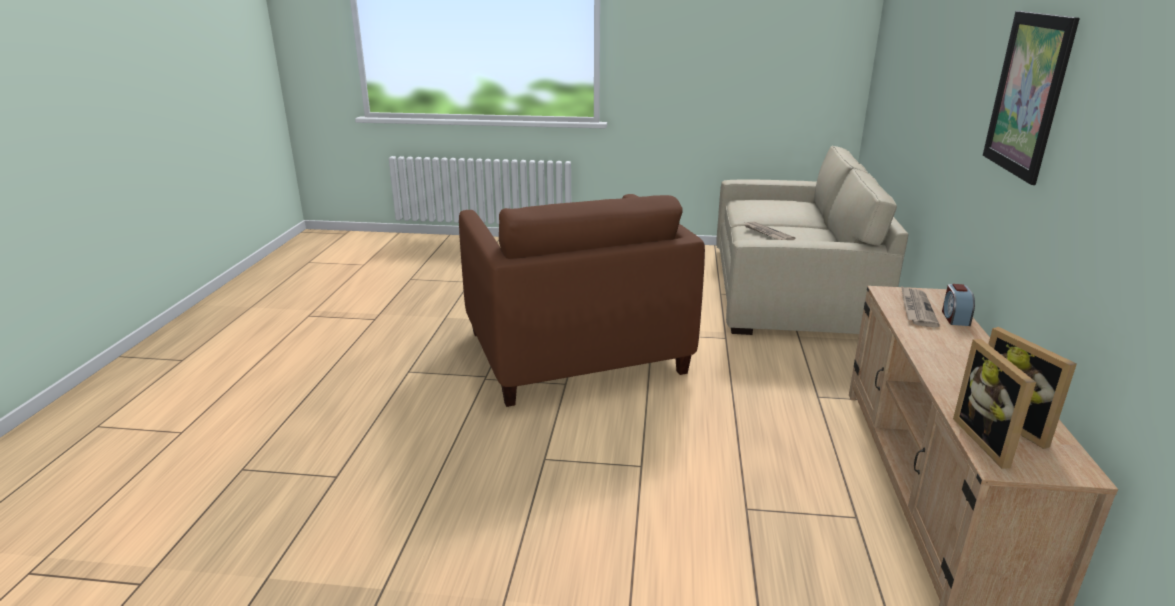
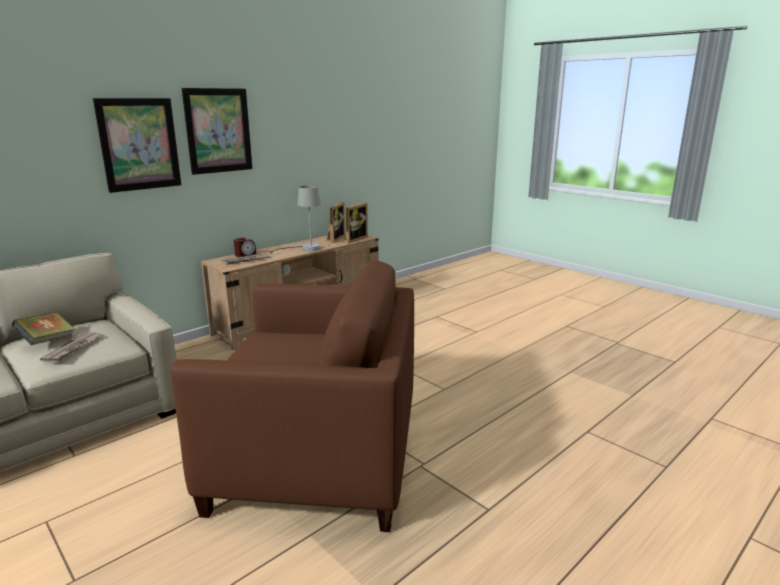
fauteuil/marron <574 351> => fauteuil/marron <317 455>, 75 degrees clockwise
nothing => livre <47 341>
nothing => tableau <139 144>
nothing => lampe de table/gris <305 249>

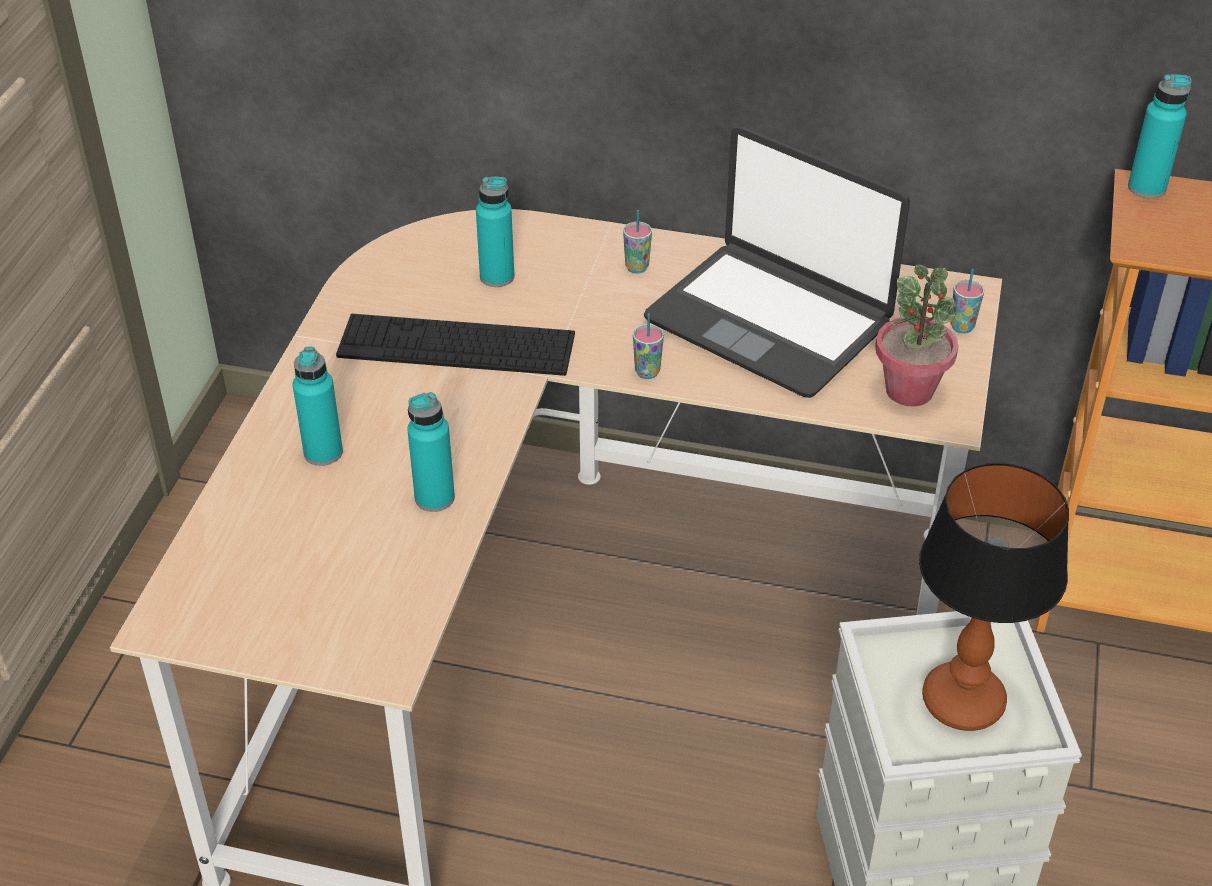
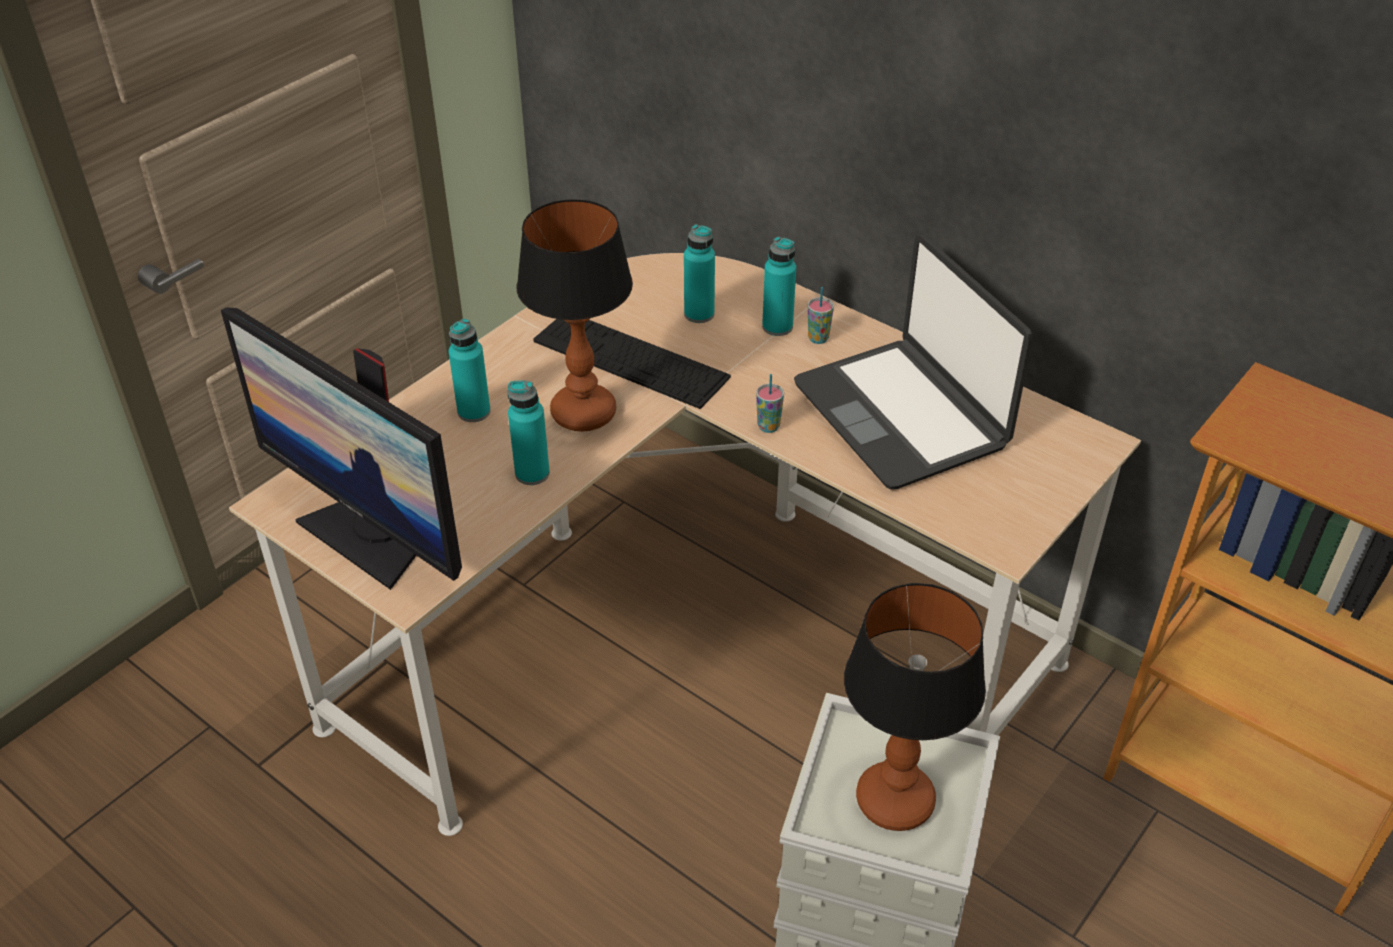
plante en pot <909 390> => nothing
tasse <962 327> => nothing
bouteille/turquoise <1146 188> => bouteille/turquoise <777 327>, relocated
nothing => écran d'ordinateur <370 535>
nothing => lampe de table <585 414>

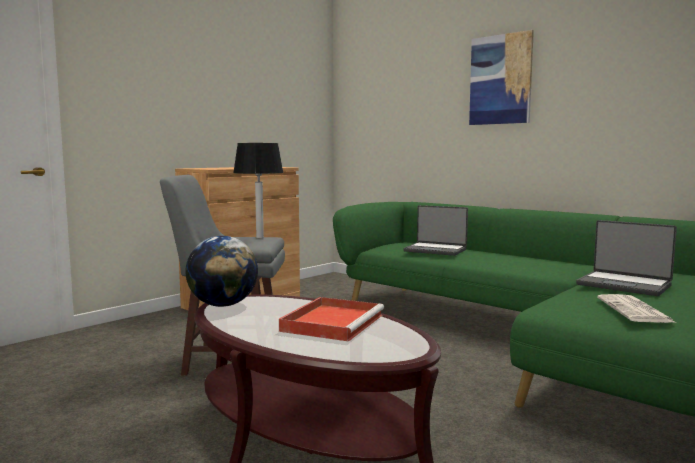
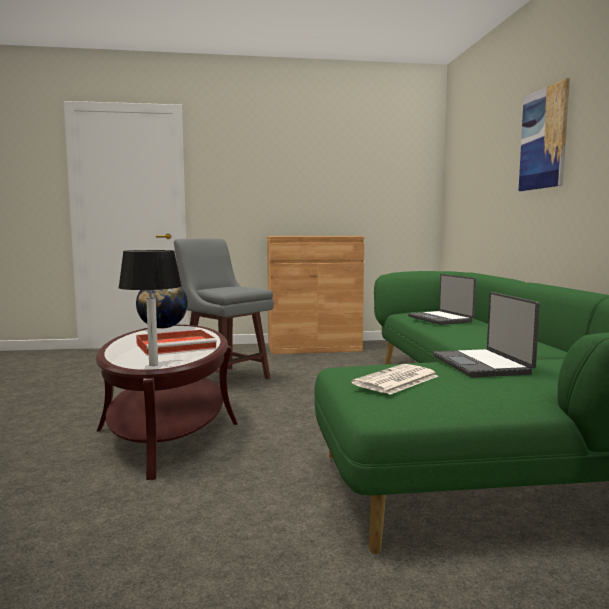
lampe de table <259 237> => lampe de table <153 365>, relocated

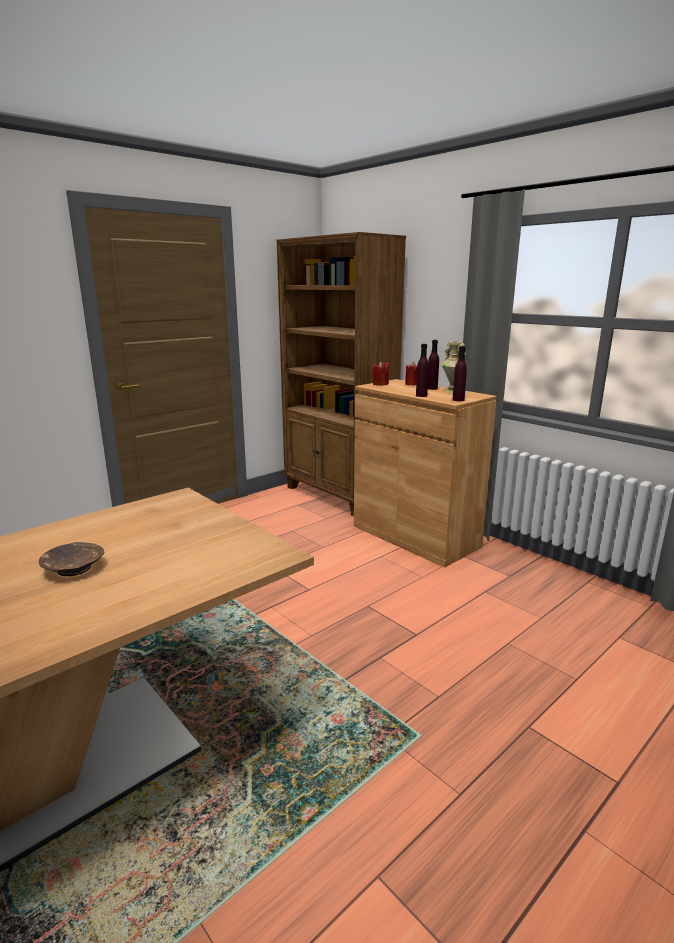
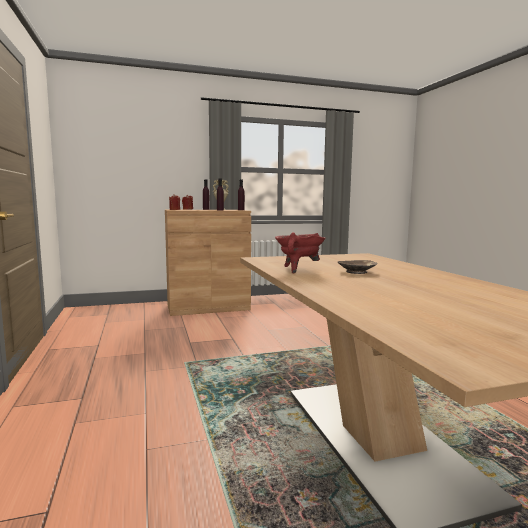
bibliothèque/marron <338 495> => nothing
nothing => marmite/rouge <298 269>

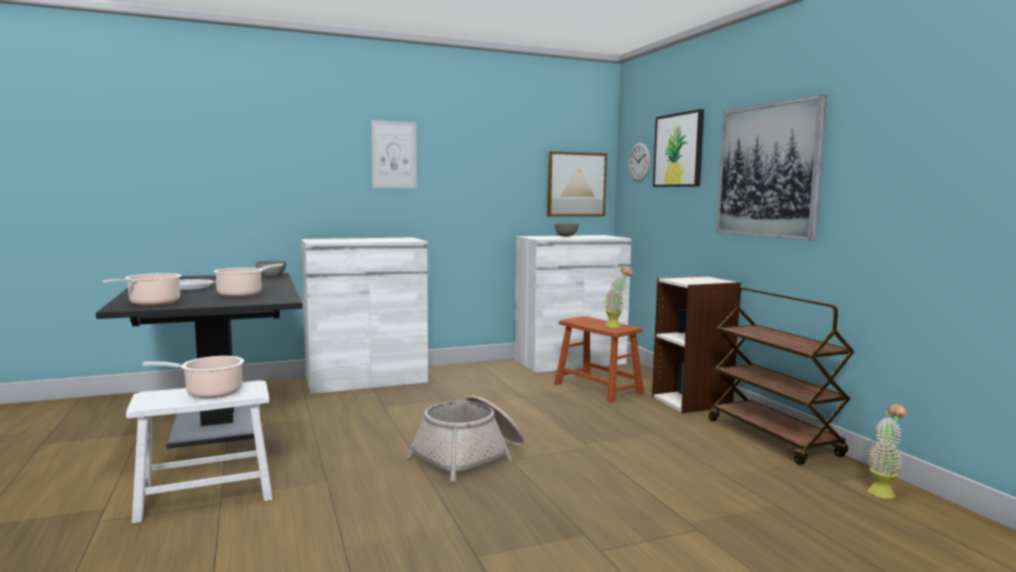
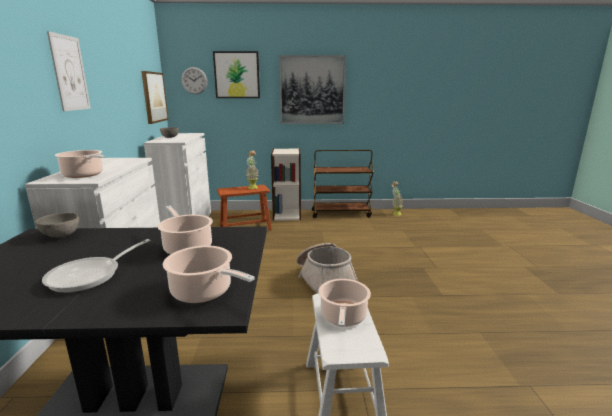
nothing => marmite <84 175>

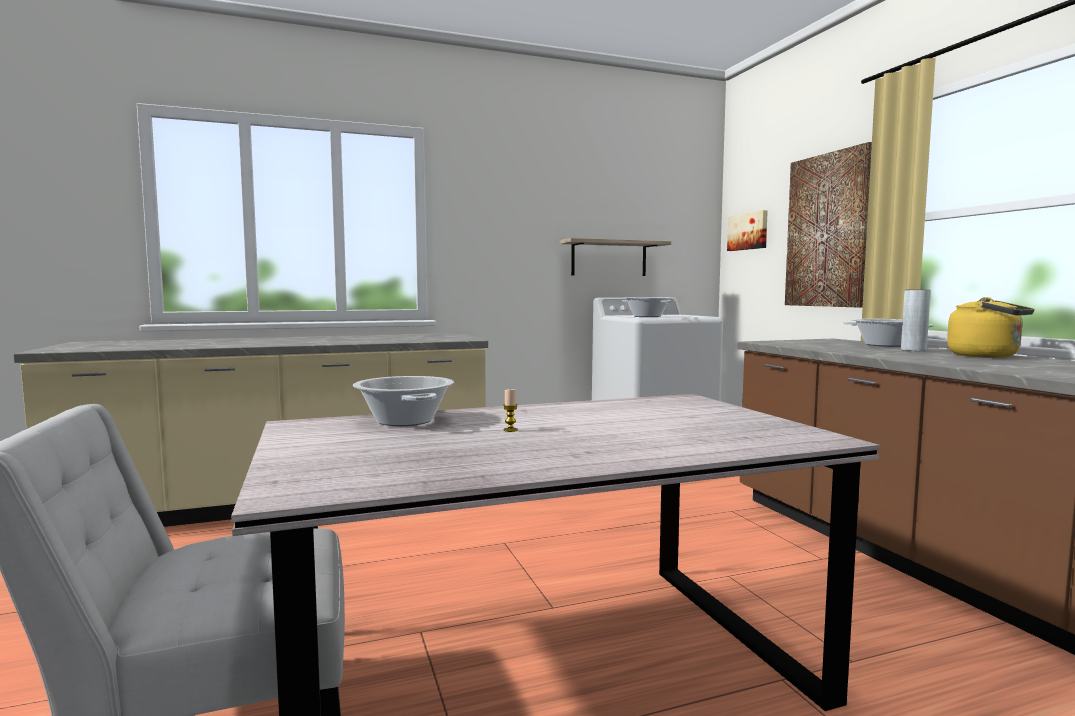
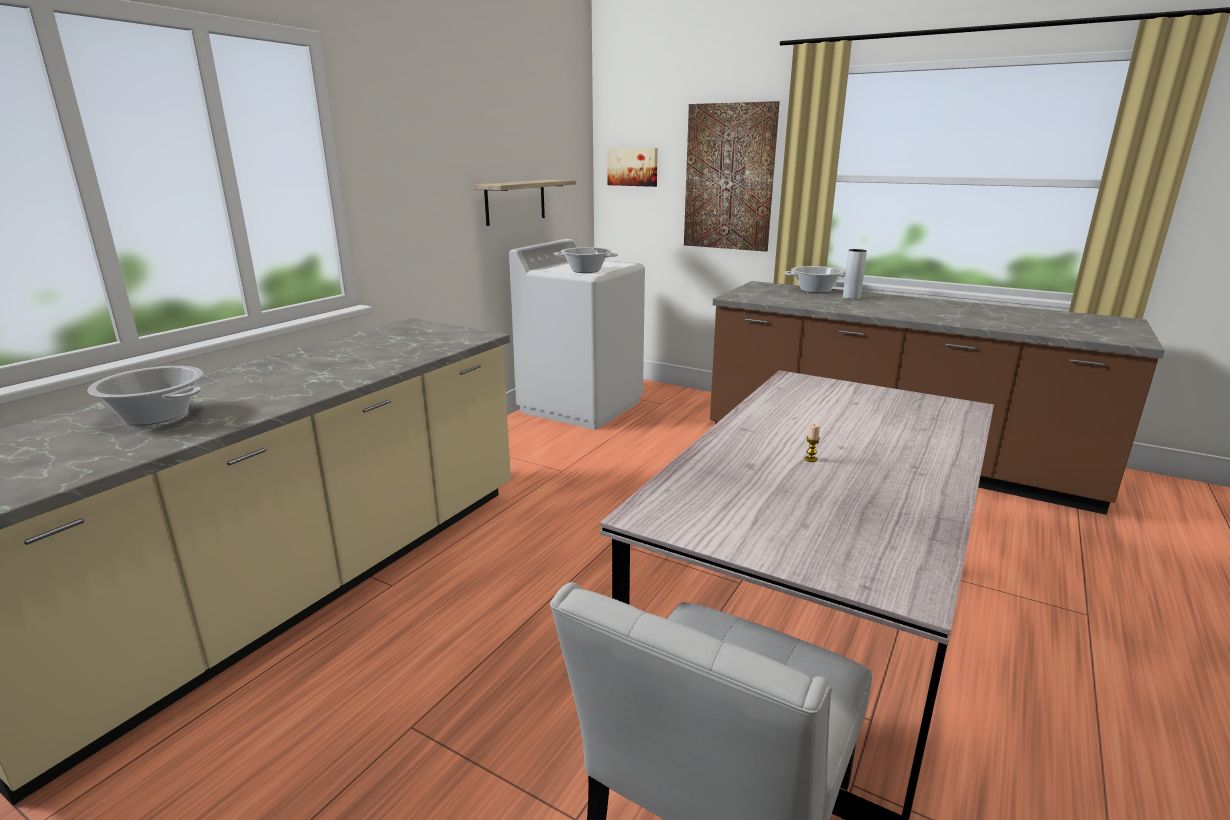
marmite <405 421> => marmite <157 416>, relocated
bouilloire/jaune <987 356> => nothing

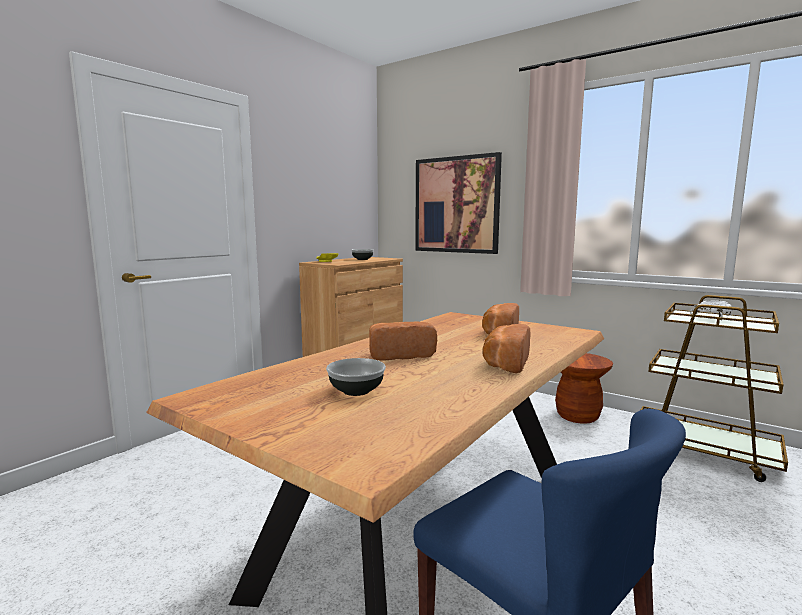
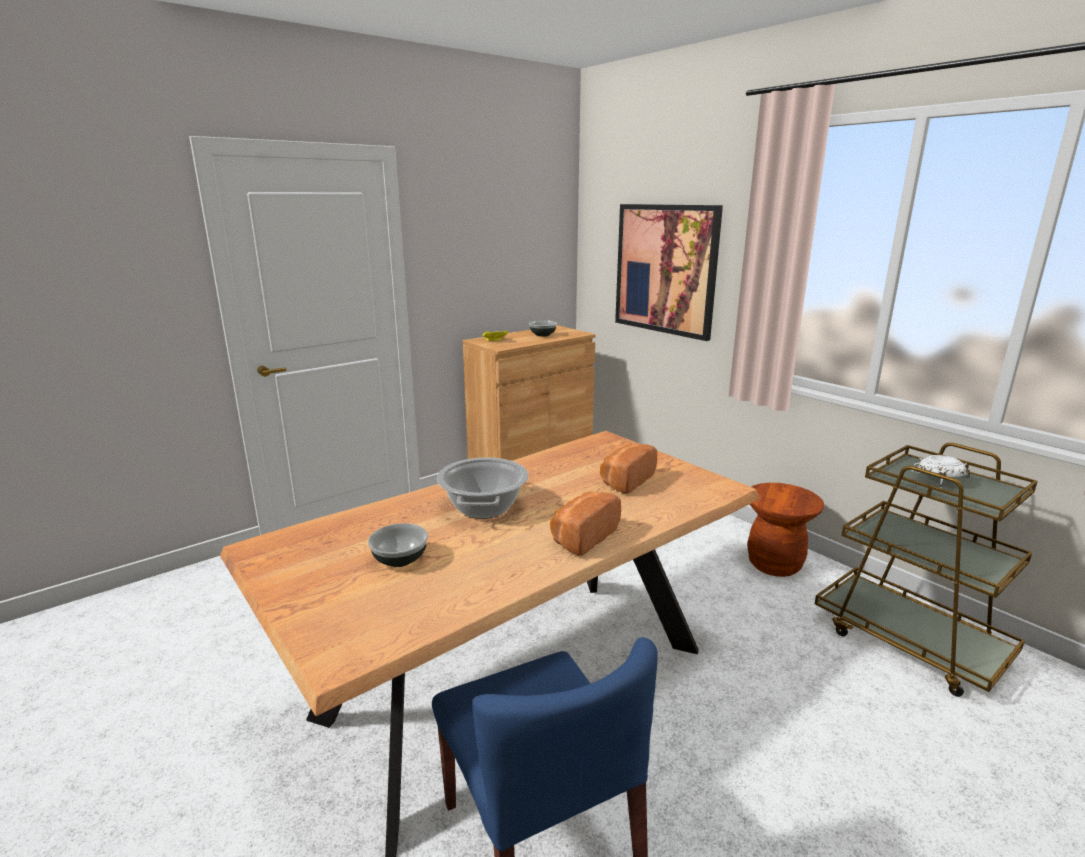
pain <400 355> => marmite <484 507>

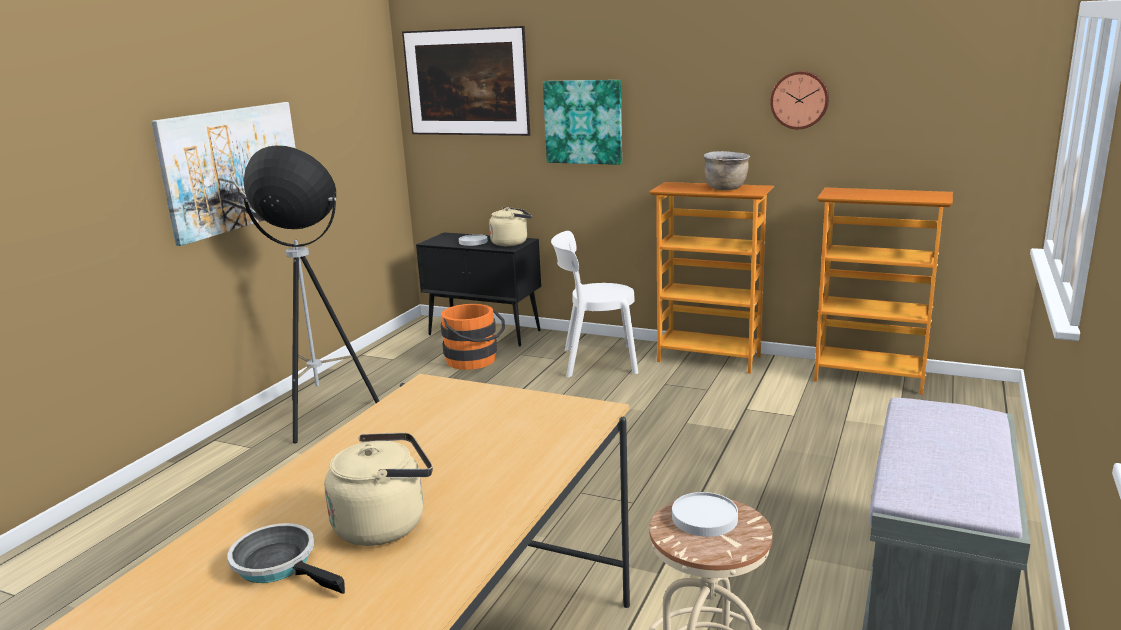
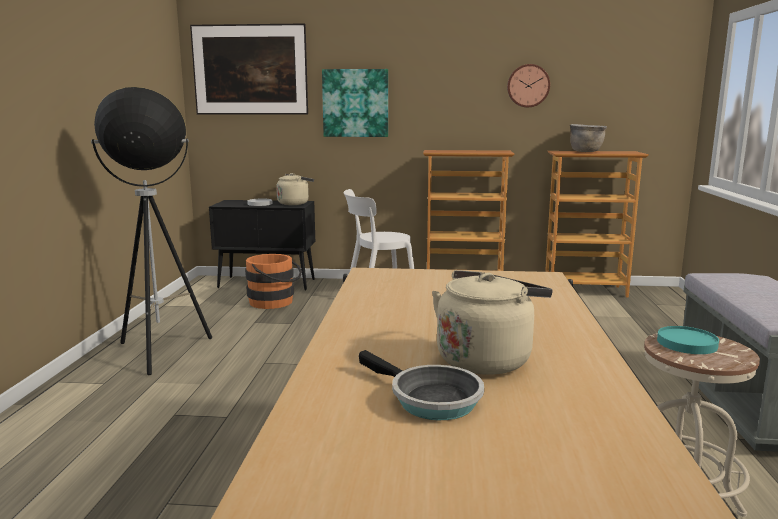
tableau <233 169> => nothing
poêle <280 564> => poêle <429 399>, 150 degrees counterclockwise
assiette/blanc <705 517> => assiette/turquoise <687 343>
marmite/marron <726 188> => marmite/marron <586 151>, relocated

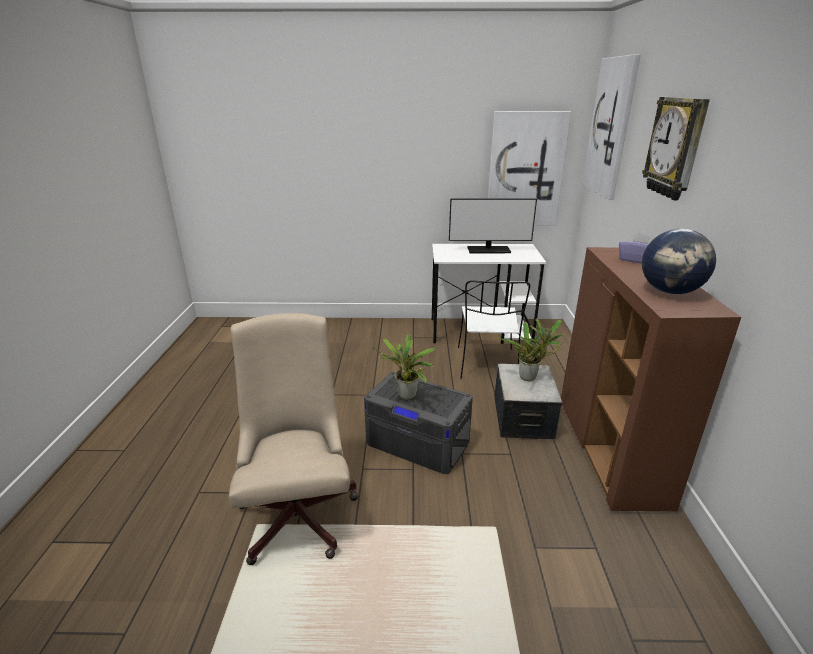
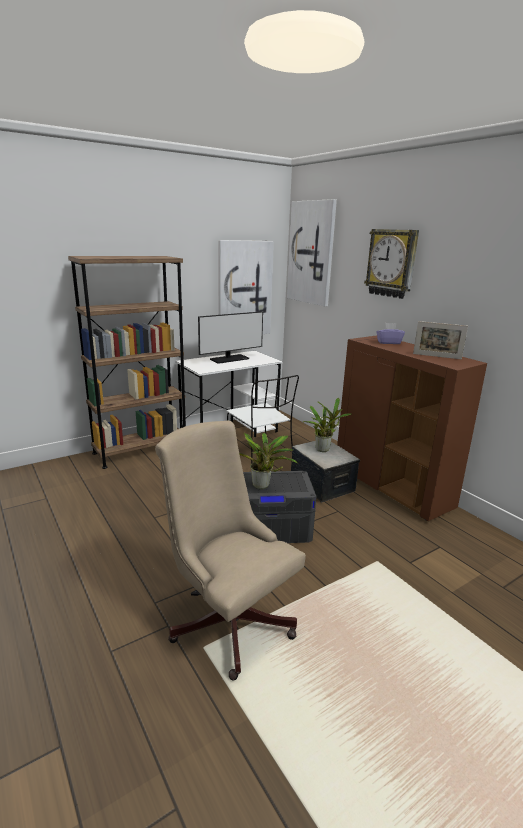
globe <670 291> => cadre photo <436 356>
nothing => bibliothèque/marron <140 450>

